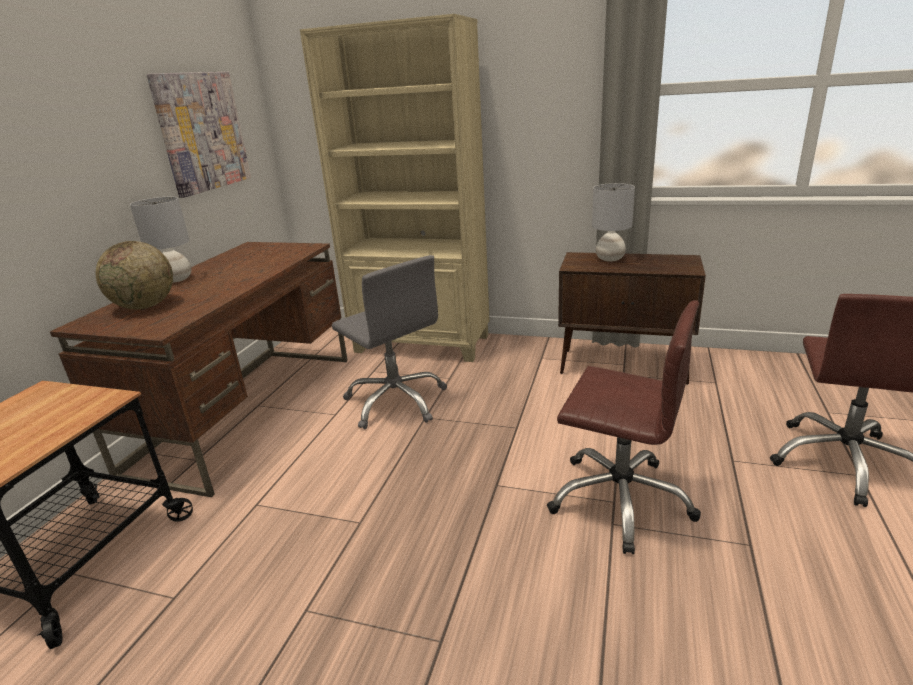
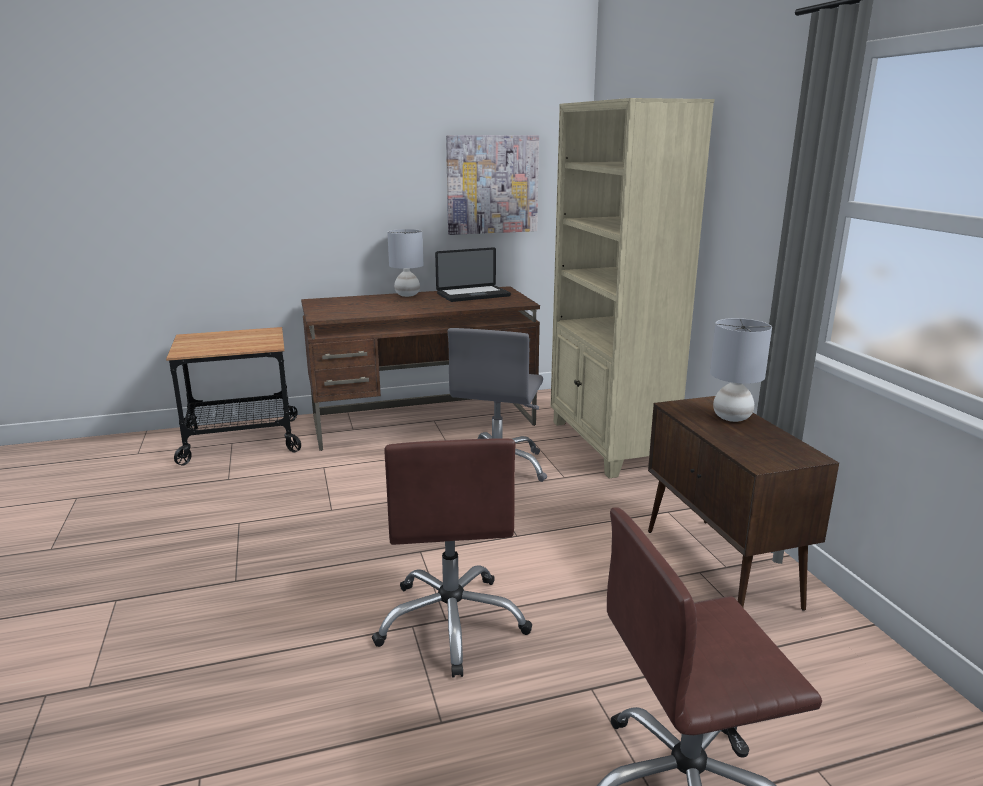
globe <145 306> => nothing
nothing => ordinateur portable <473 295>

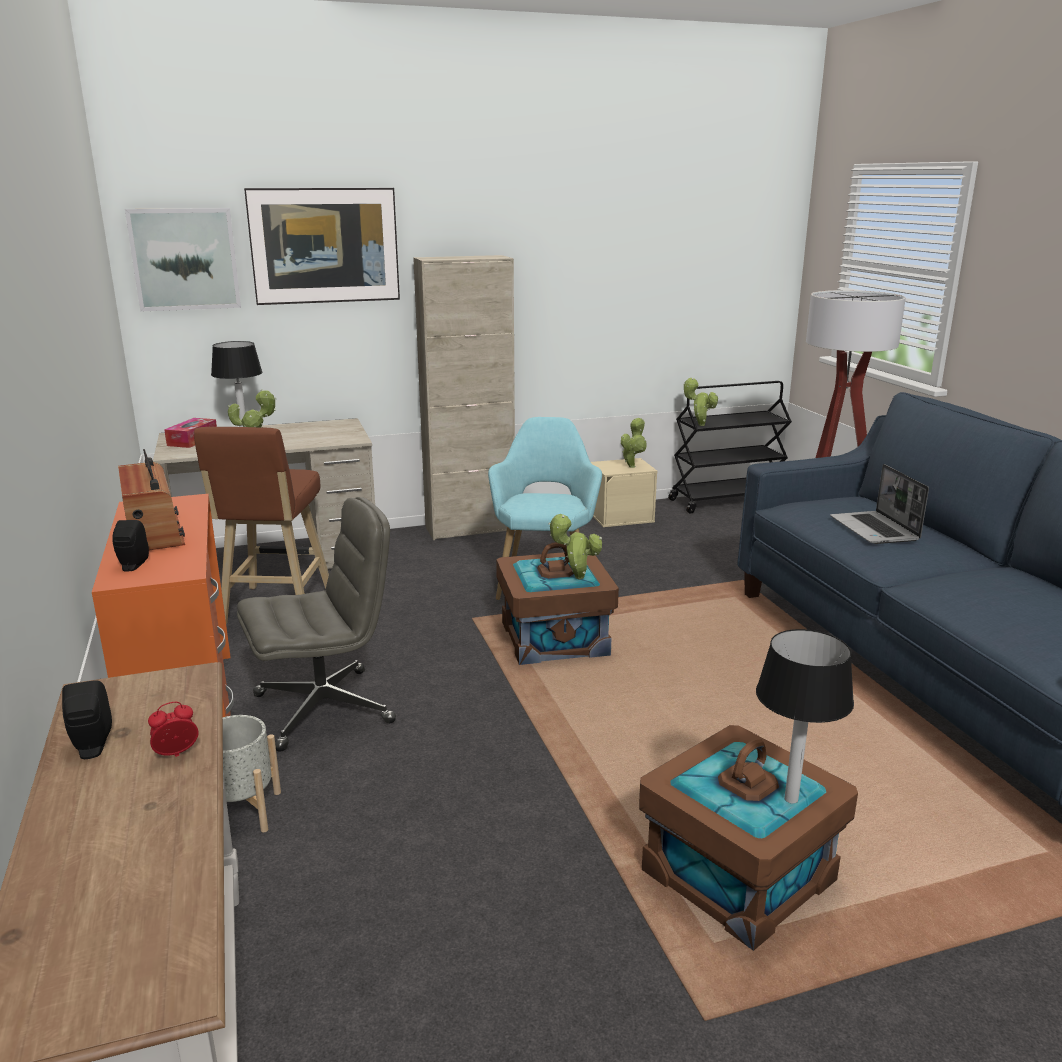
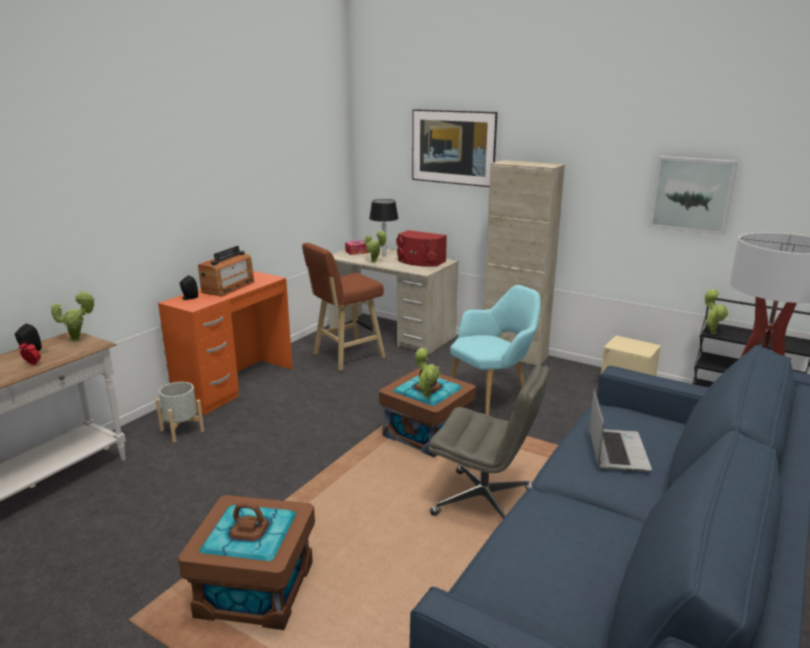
tableau <185 259> => tableau <692 194>, relocated
chaise de bureau/gris <325 708> => chaise de bureau/gris <485 502>, relocated
plante en pot <632 466> => plante en pot <78 340>, relocated
lampe de table <790 799> => nothing
ordinateur portable <875 530> => ordinateur portable <616 450>, 150 degrees clockwise
nothing => enceinte/rouge <420 261>

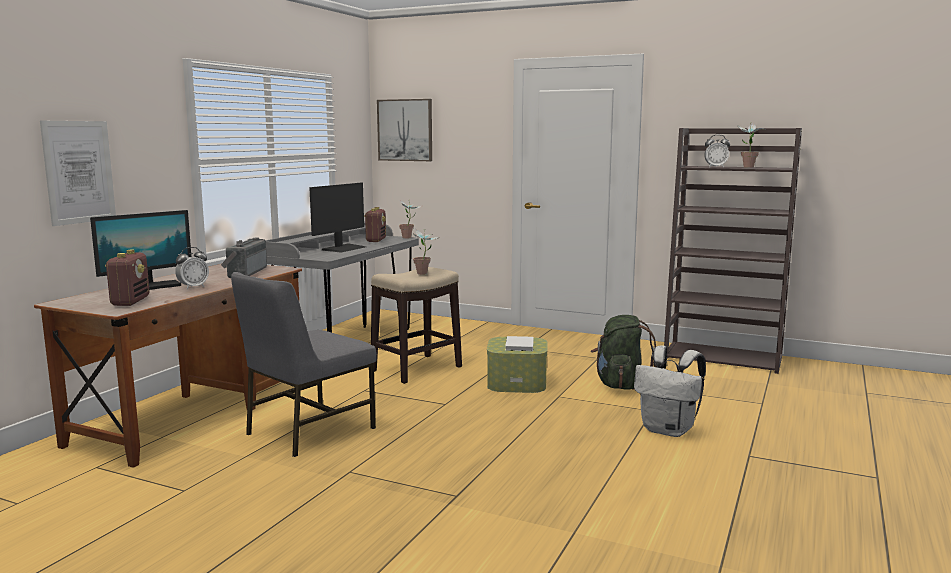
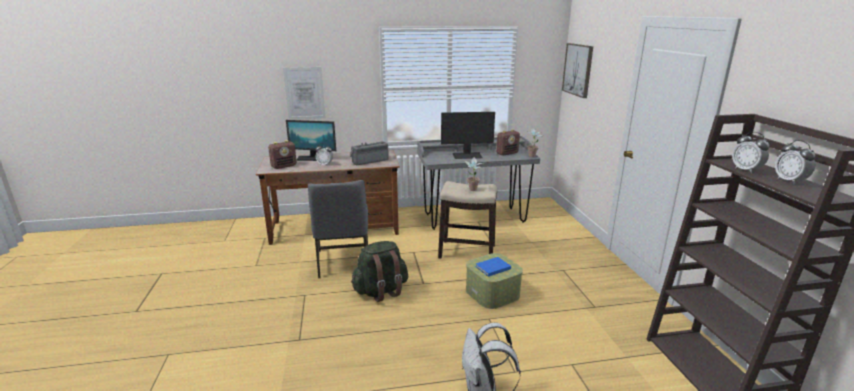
chaise/gris <308 431> => chaise/gris <343 262>, 105 degrees counterclockwise
livre/blanc <519 346> => livre/bleu <492 268>
sac à dos/vert <620 385> => sac à dos/vert <381 291>, relocated
plante en pot <747 167> => réveil <789 181>

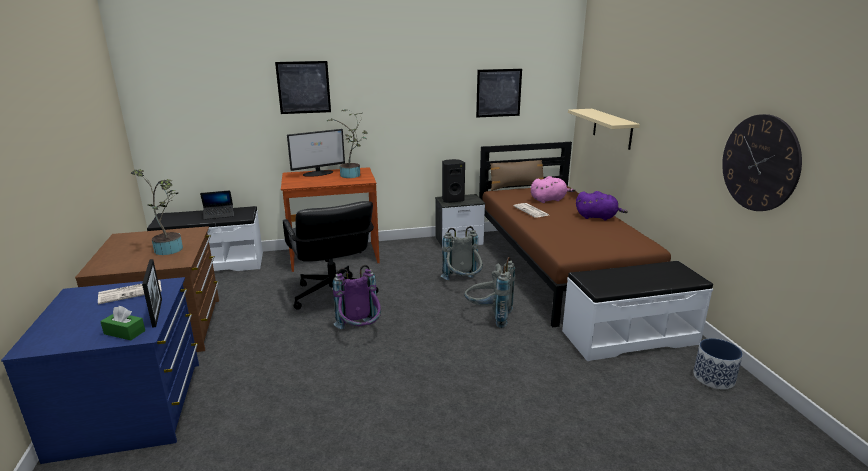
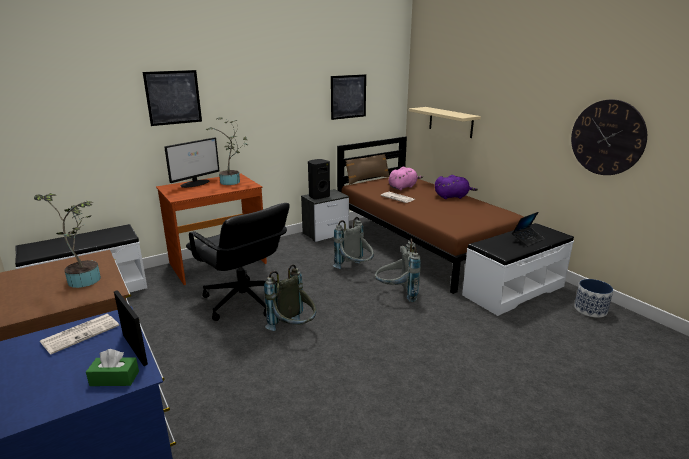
ordinateur portable <219 215> => ordinateur portable <527 239>, relocated
sac à dos/violet <360 332> => sac à dos/gris <294 330>

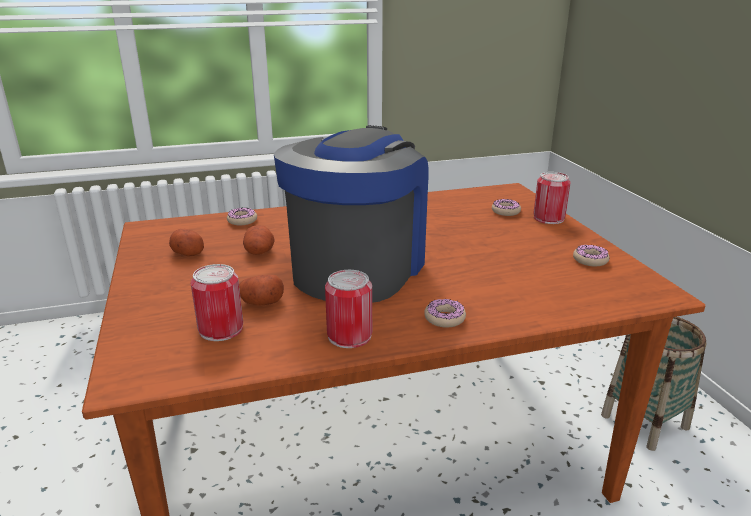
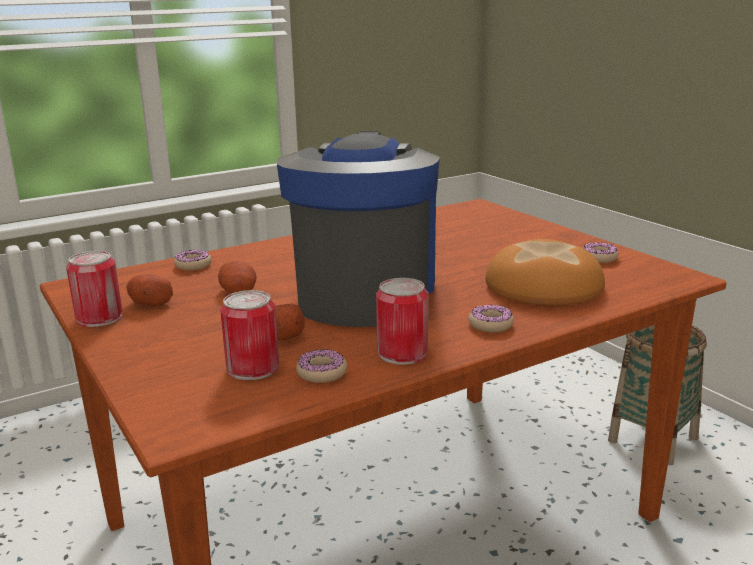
beignet <505 211> => beignet <322 373>, relocated
boîte métallique <548 218> => boîte métallique <99 318>, relocated
nothing => pain <545 286>

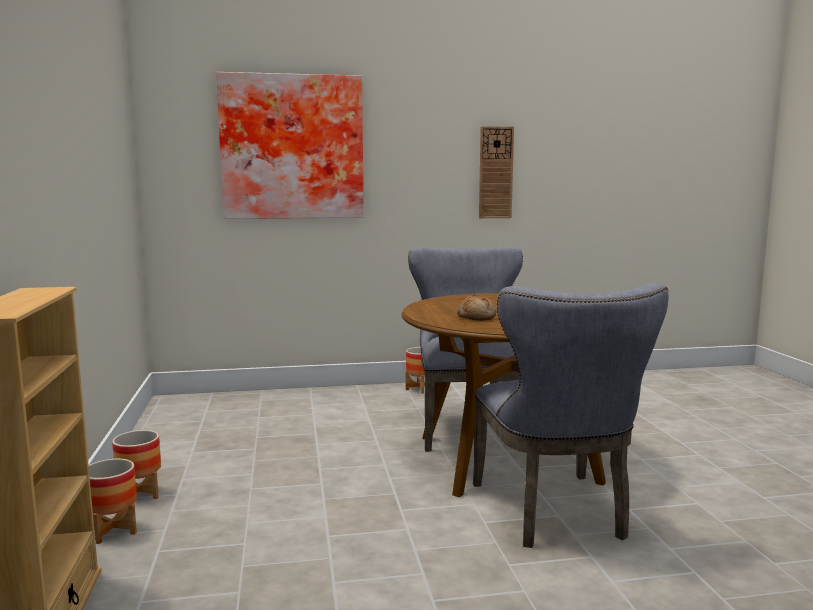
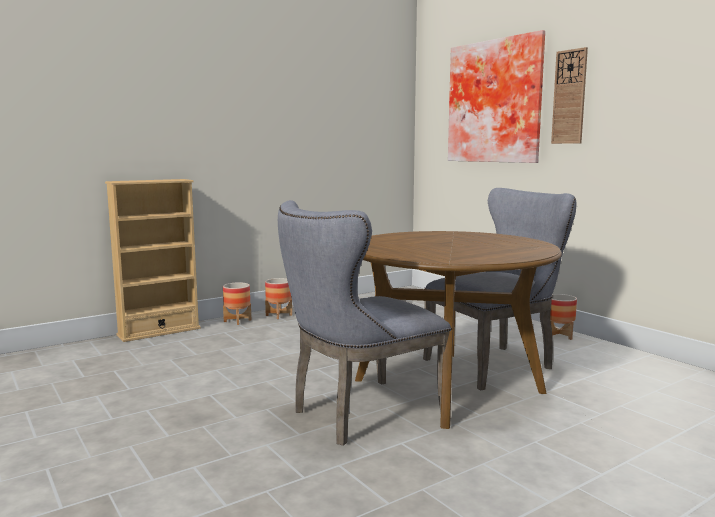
pain <476 317> => nothing
horloge murale <495 172> => horloge murale <569 97>, relocated

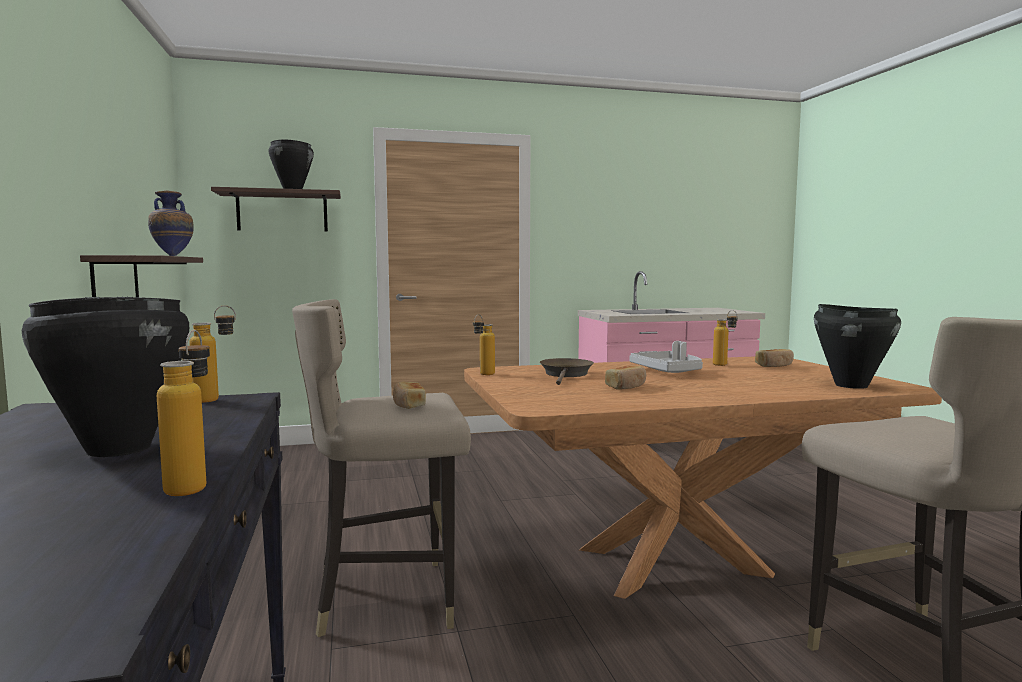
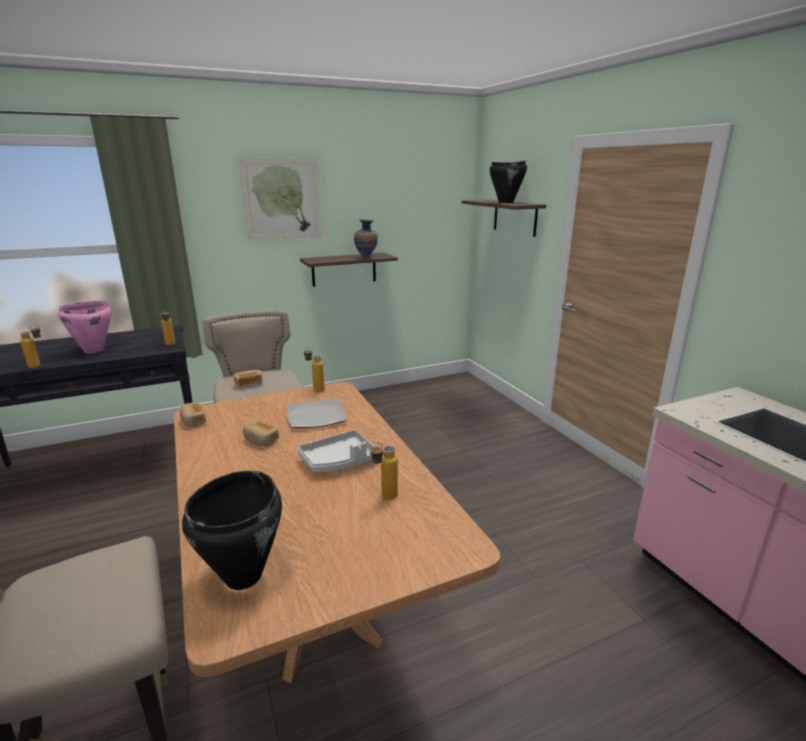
marmite/noir <118 449> => marmite/rose <93 350>
poêle/marron <566 374> => assiette <317 416>
pain <774 365> => pain <193 421>, relocated
nothing => tableau <282 199>

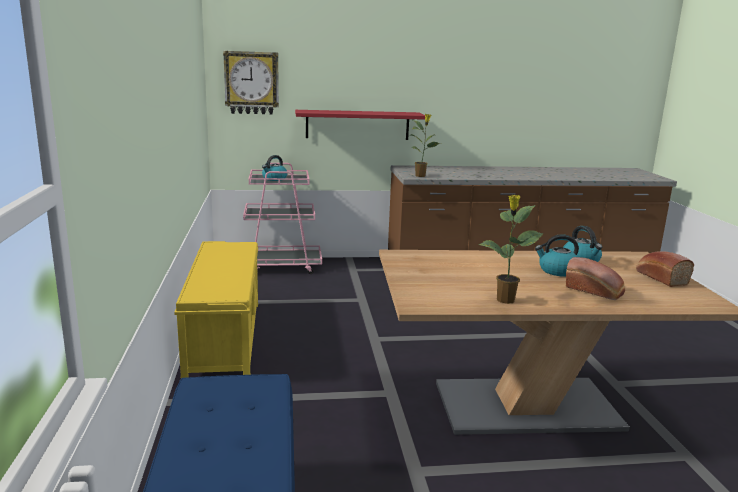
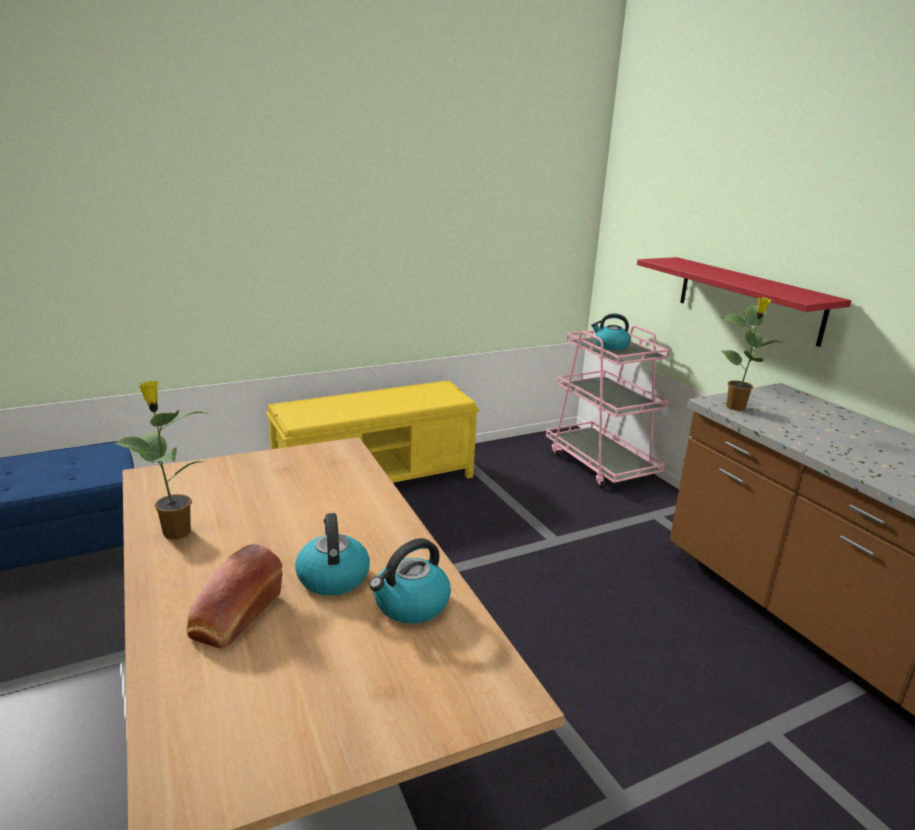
horloge murale <251 83> => nothing
pain <660 277> => nothing

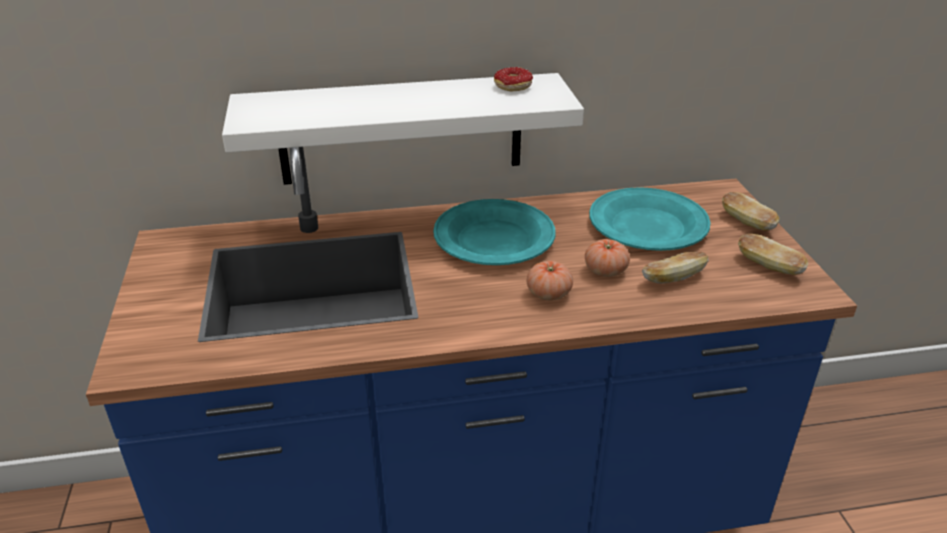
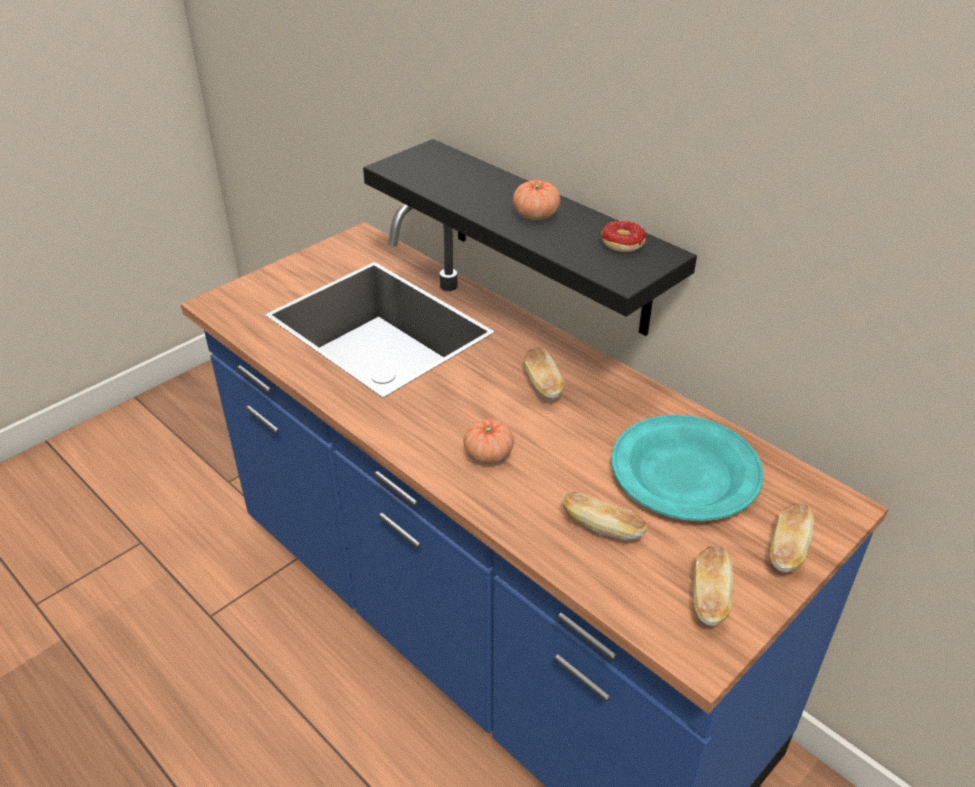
étagère/blanc <401 129> => étagère/noir <549 238>
assiette/turquoise <495 238> => pain <543 385>
tomate <605 271> => tomate <536 215>, relocated

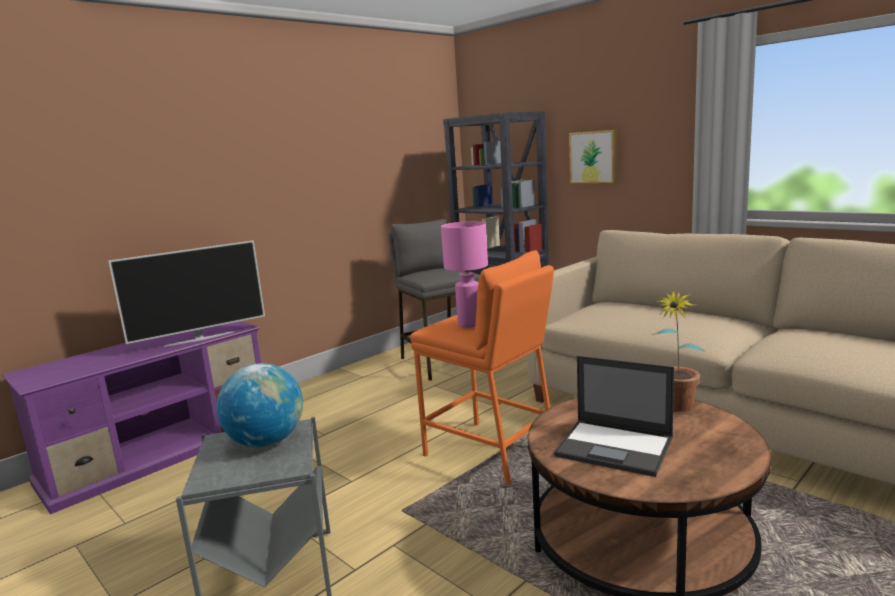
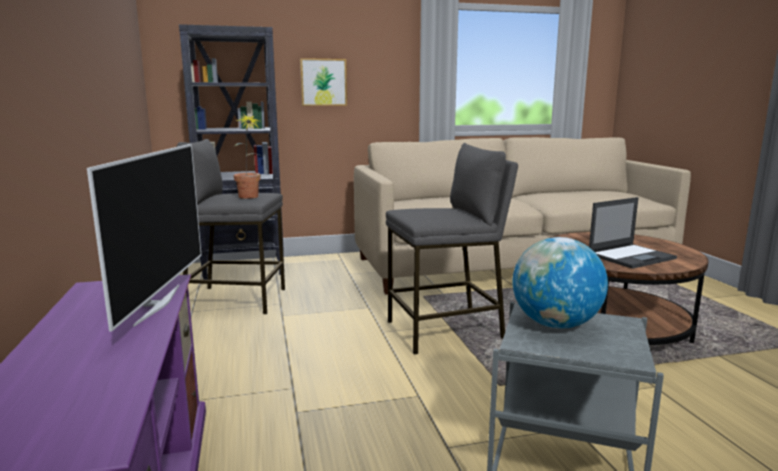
tabouret/orange <490 452> => tabouret/gris <445 330>
lampe de table/rose <469 324> => nothing
plante en pot <675 409> => plante en pot <249 197>, relocated

